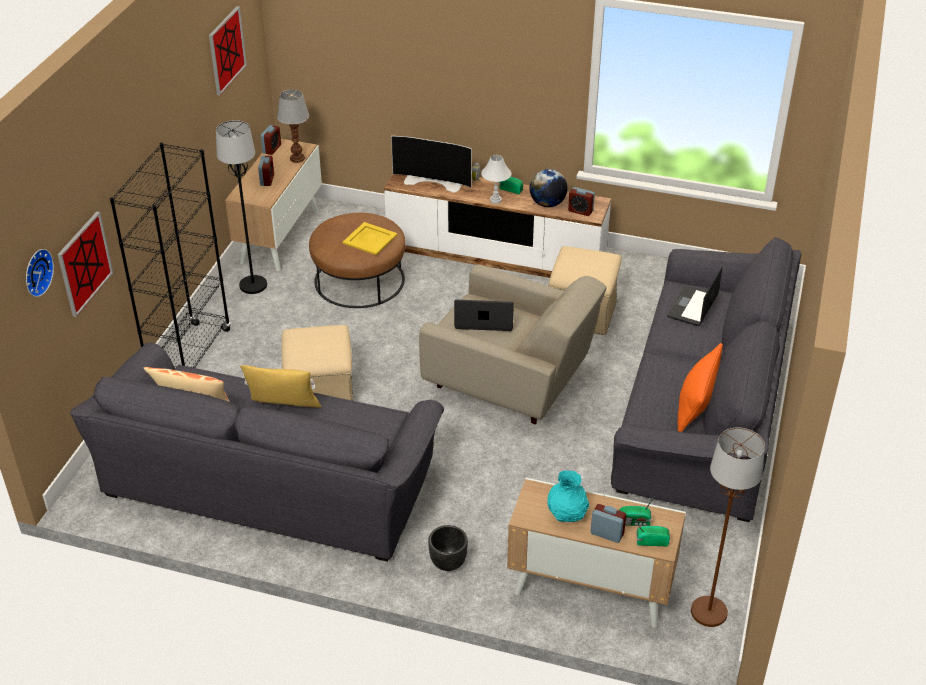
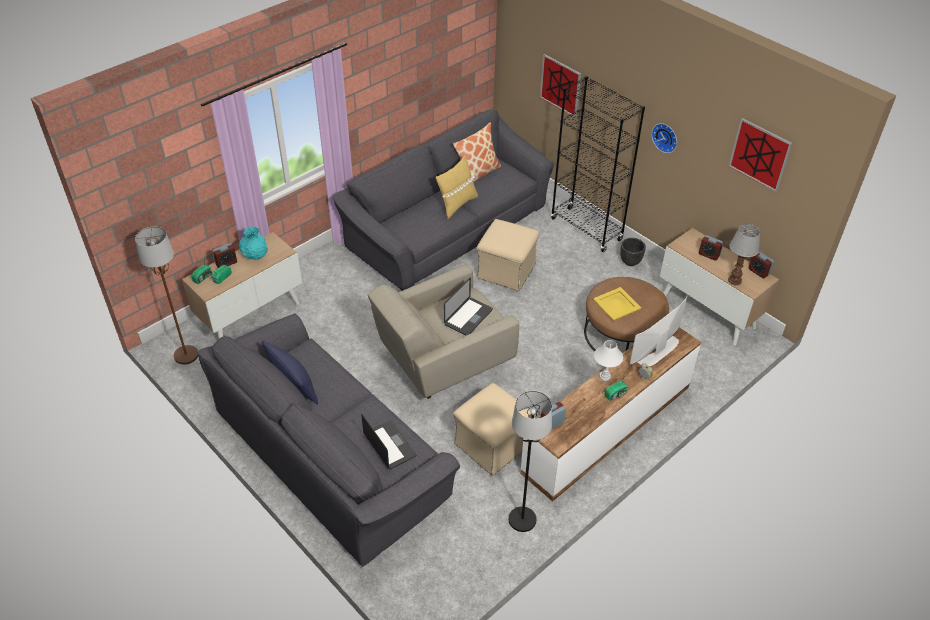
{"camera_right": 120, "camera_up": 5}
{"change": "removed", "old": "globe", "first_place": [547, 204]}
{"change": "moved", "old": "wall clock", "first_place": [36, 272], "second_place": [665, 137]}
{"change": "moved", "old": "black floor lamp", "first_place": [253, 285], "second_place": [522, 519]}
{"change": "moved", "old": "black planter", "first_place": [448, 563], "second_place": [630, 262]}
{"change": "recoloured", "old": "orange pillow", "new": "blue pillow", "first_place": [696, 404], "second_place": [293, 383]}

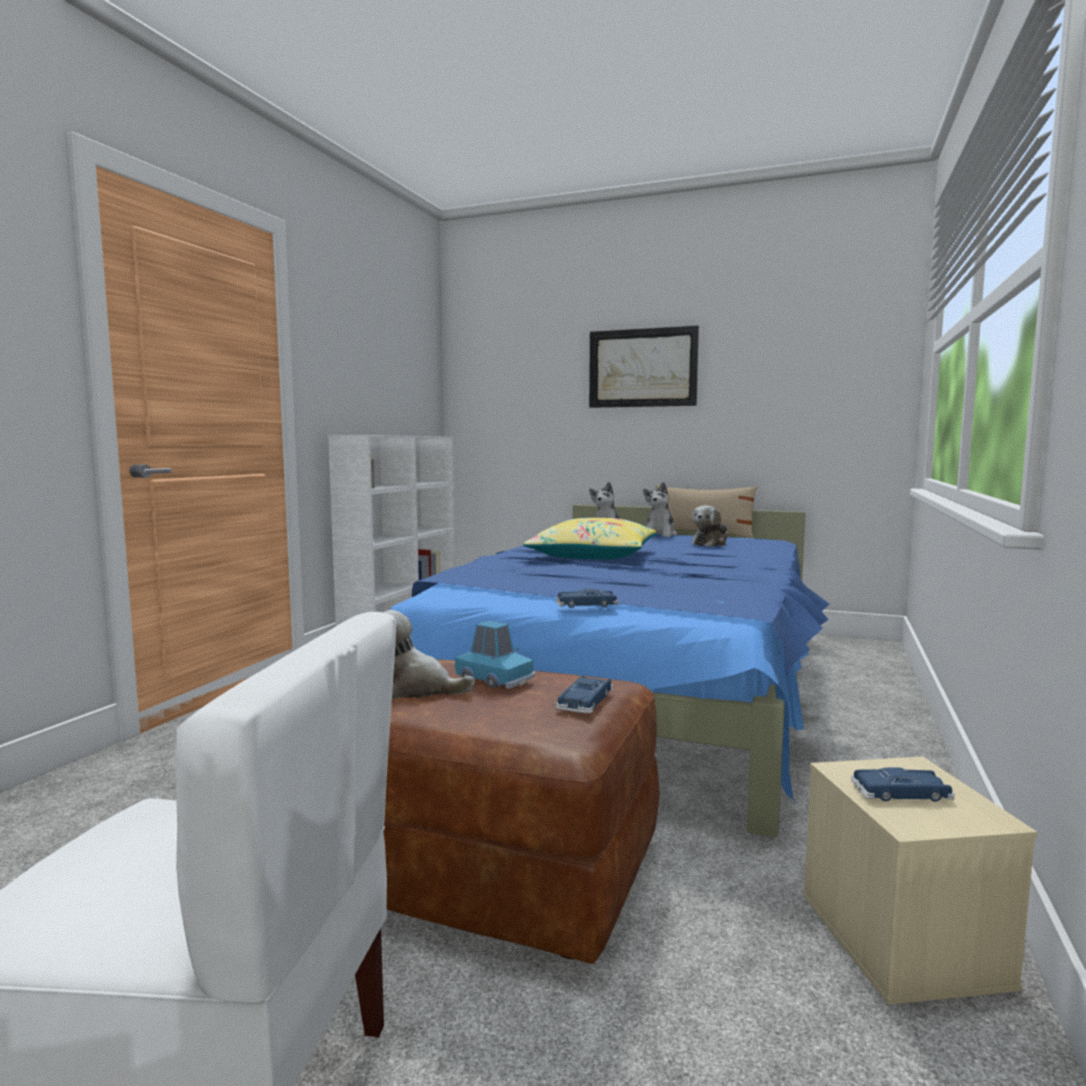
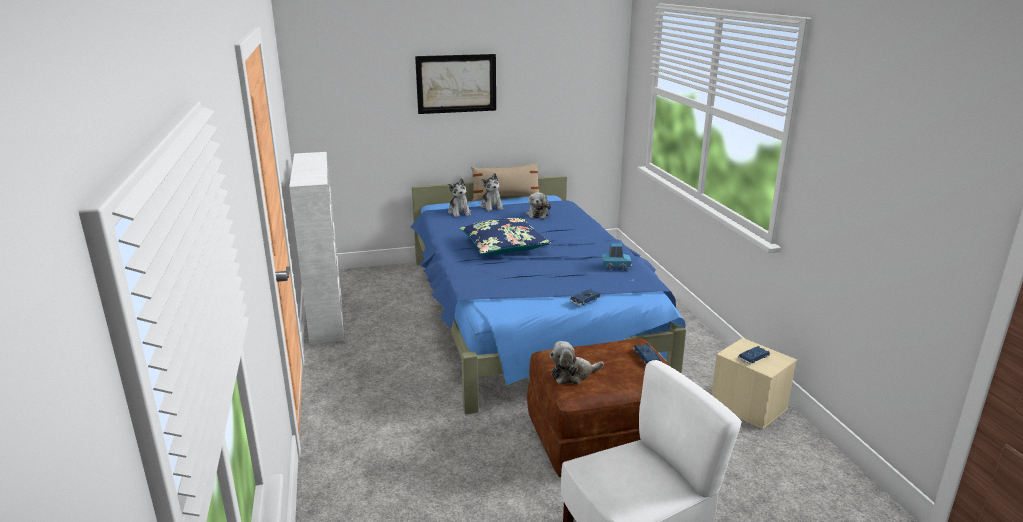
{"camera_right": -35, "camera_up": 15}
{"change": "moved", "old": "blue toy car", "first_place": [494, 679], "second_place": [616, 265]}
{"change": "recoloured", "old": "yellow pillow", "new": "blue pillow", "first_place": [593, 556], "second_place": [503, 246]}

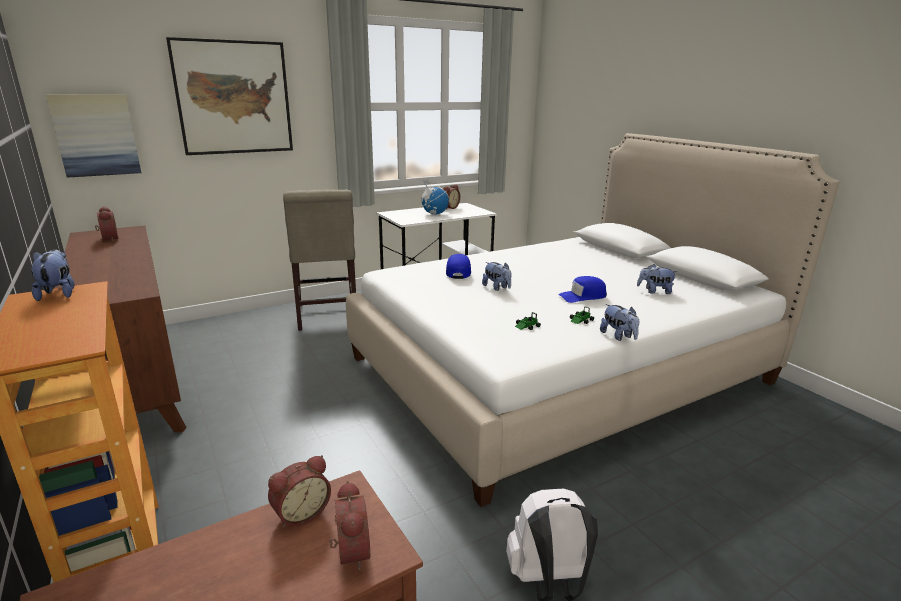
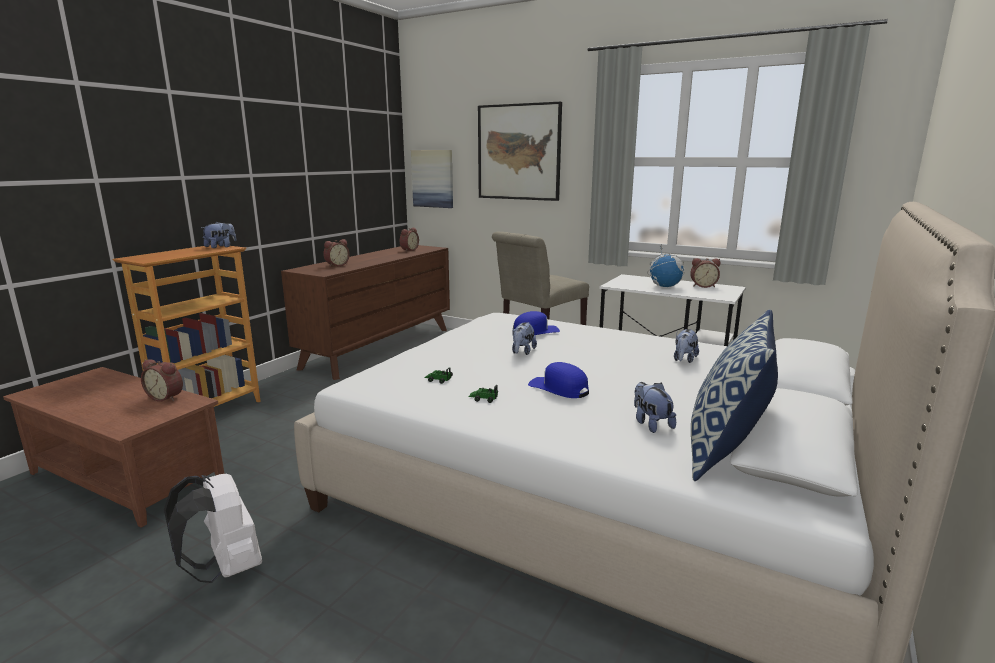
{"camera_right": 60, "camera_up": -5}
{"change": "added", "new": "pillow", "second_place": [725, 451]}
{"change": "moved", "old": "alarm clock", "first_place": [349, 552], "second_place": [336, 265]}
{"change": "moved", "old": "plush toy", "first_place": [618, 336], "second_place": [684, 360]}

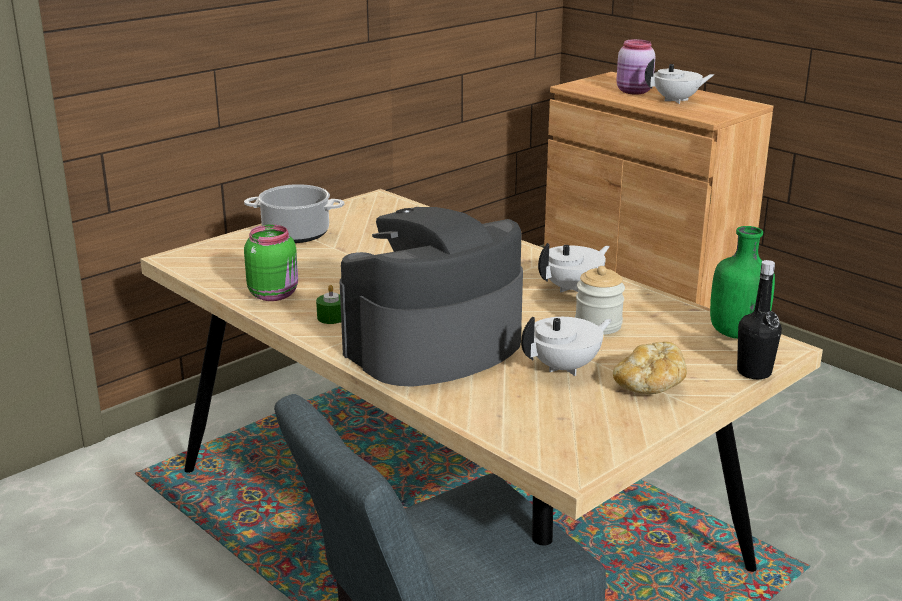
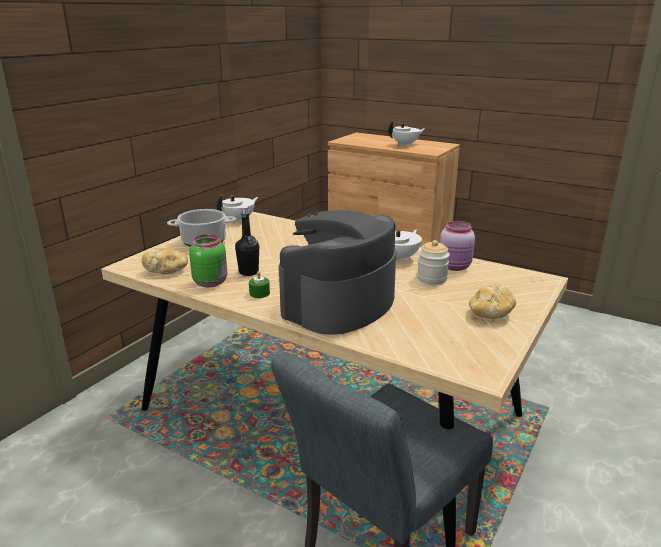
{"camera_right": -15, "camera_up": 0}
{"change": "removed", "old": "green bottle", "first_place": [736, 333]}
{"change": "added", "new": "bread", "second_place": [167, 270]}
{"change": "moved", "old": "white teapot", "first_place": [565, 367], "second_place": [239, 220]}
{"change": "moved", "old": "pink jar", "first_place": [634, 92], "second_place": [455, 267]}
{"change": "moved", "old": "black bottle", "first_place": [754, 372], "second_place": [248, 272]}

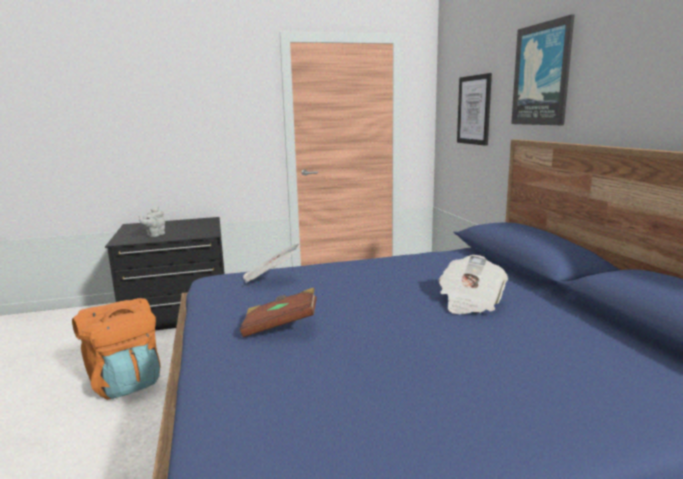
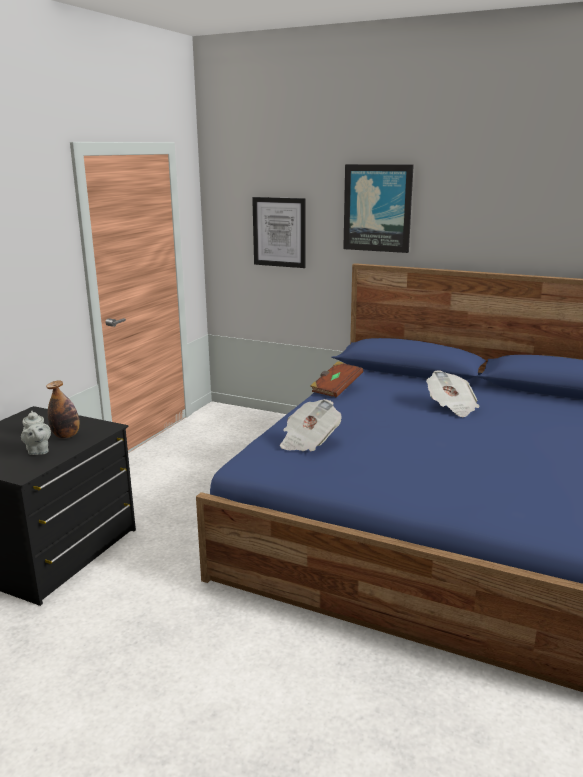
{"camera_right": -50, "camera_up": 5}
{"change": "removed", "old": "orange backpack", "first_place": [125, 382]}
{"change": "added", "new": "bottle", "second_place": [66, 436]}
{"change": "moved", "old": "brown book", "first_place": [280, 326], "second_place": [336, 389]}

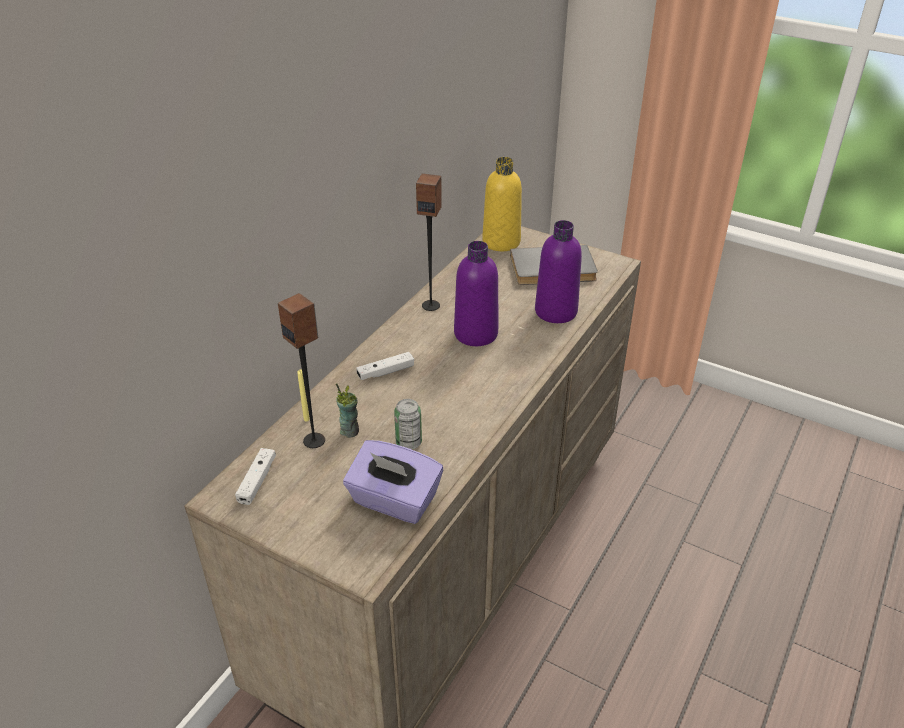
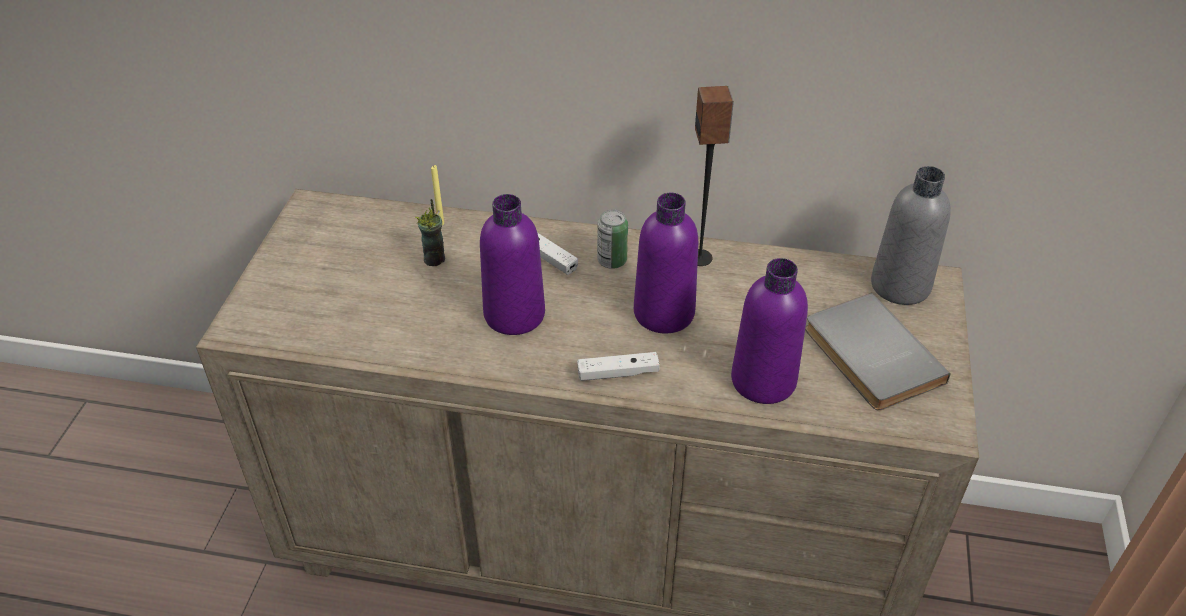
{"camera_right": 70, "camera_up": 5}
{"change": "removed", "old": "speaker", "first_place": [314, 440]}
{"change": "removed", "old": "purple tissue box", "first_place": [394, 501]}
{"change": "added", "new": "purple bottle", "second_place": [514, 314]}
{"change": "moved", "old": "white game controller", "first_place": [257, 481], "second_place": [618, 373]}
{"change": "moved", "old": "can", "first_place": [408, 442], "second_place": [612, 261]}
{"change": "recoloured", "old": "yellow bottle", "new": "grey bottle", "first_place": [501, 242], "second_place": [900, 285]}

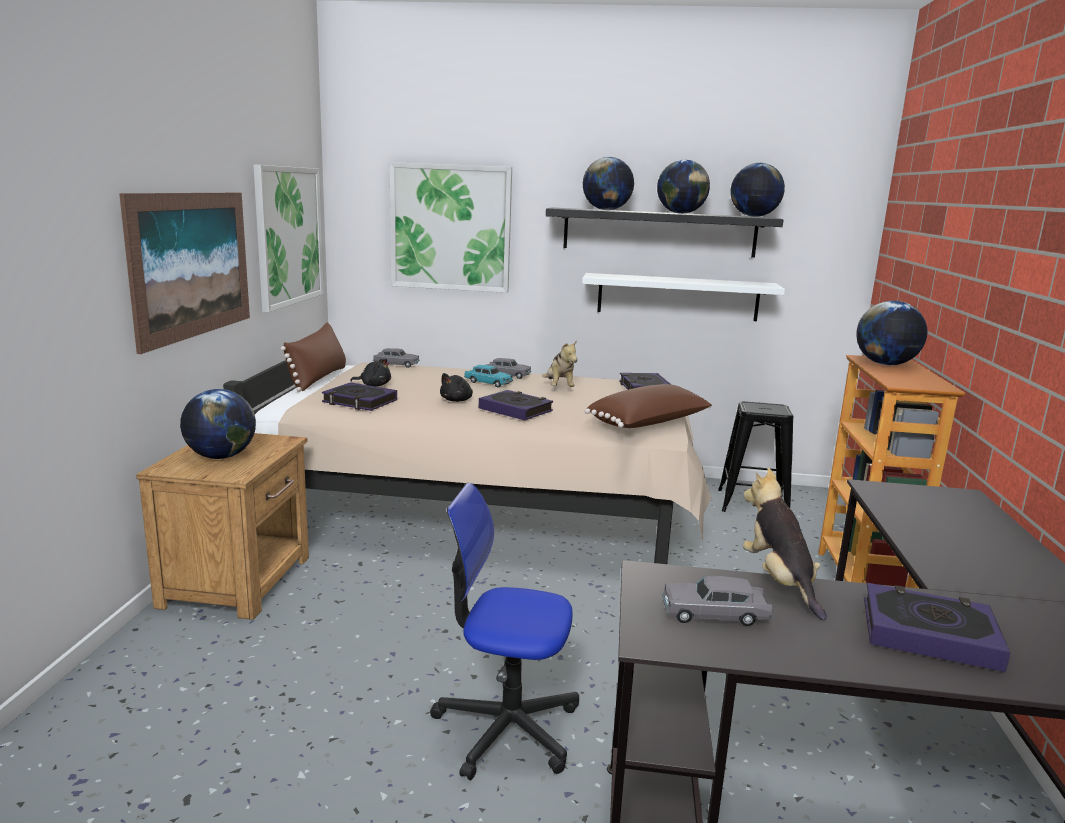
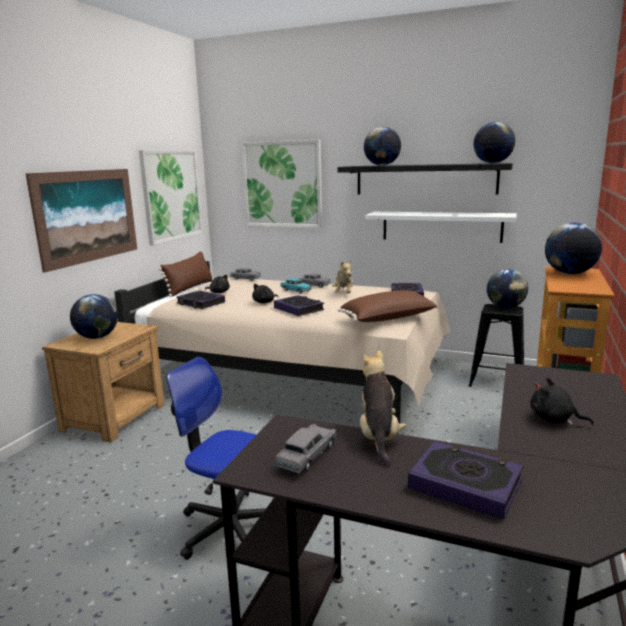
{"camera_right": 15, "camera_up": 0}
{"change": "added", "new": "black plush toy", "second_place": [554, 419]}
{"change": "moved", "old": "globe", "first_place": [680, 213], "second_place": [505, 307]}
{"change": "turned", "old": "grey toy car", "first_place": [714, 615], "second_place": [307, 457], "degrees": 105}

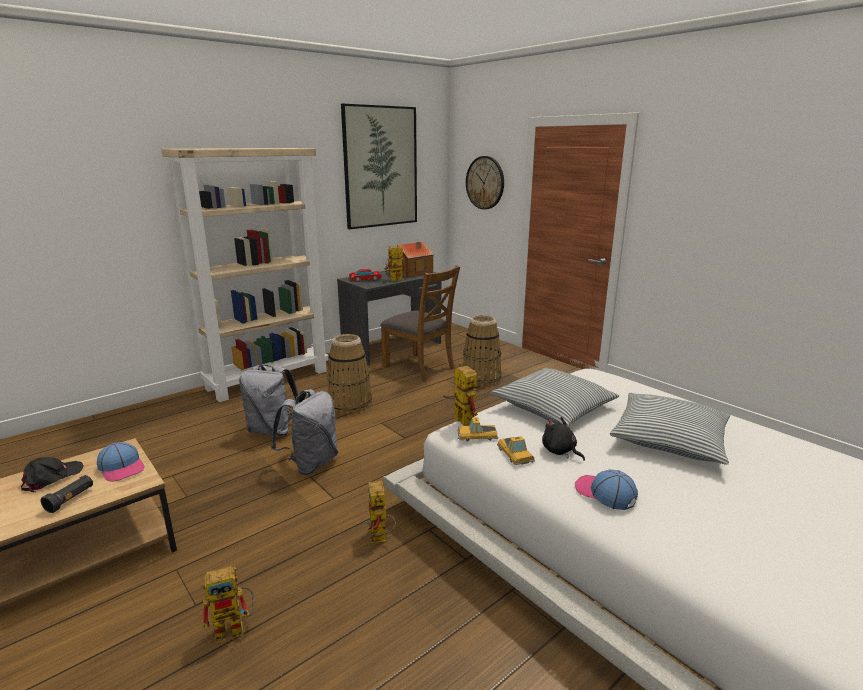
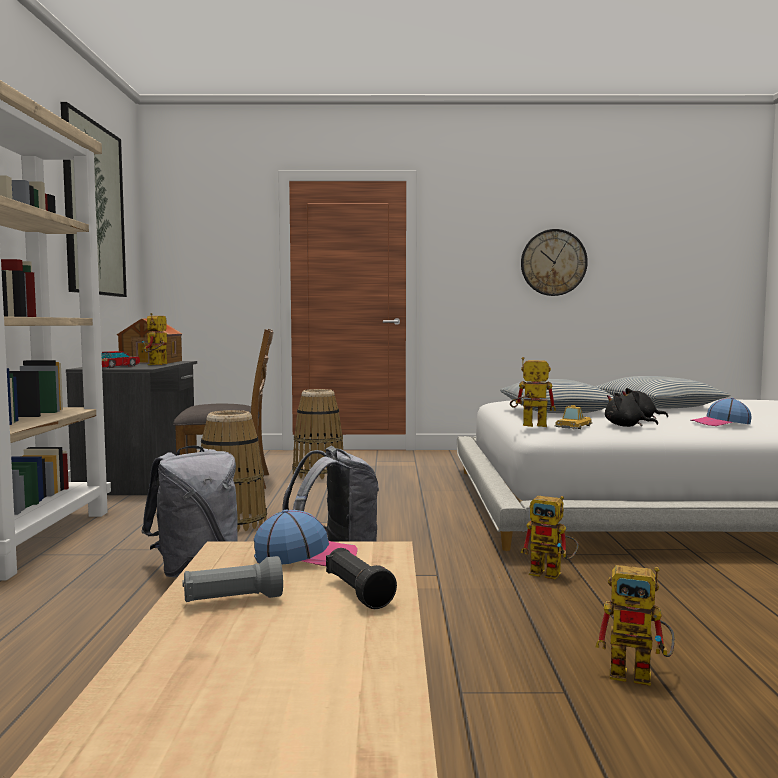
{"camera_right": -50, "camera_up": -15}
{"change": "moved", "old": "wall clock", "first_place": [485, 183], "second_place": [553, 262]}
{"change": "replaced", "old": "black cap", "new": "grey flashlight", "first_place": [51, 478], "second_place": [232, 600]}
{"change": "replaced", "old": "toy car", "new": "black plush toy", "first_place": [515, 454], "second_place": [626, 426]}
{"change": "turned", "old": "toy robot", "first_place": [235, 627], "second_place": [640, 675], "degrees": 90}

